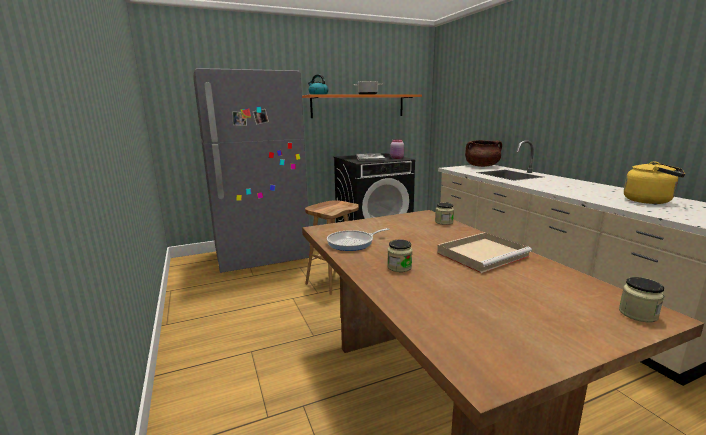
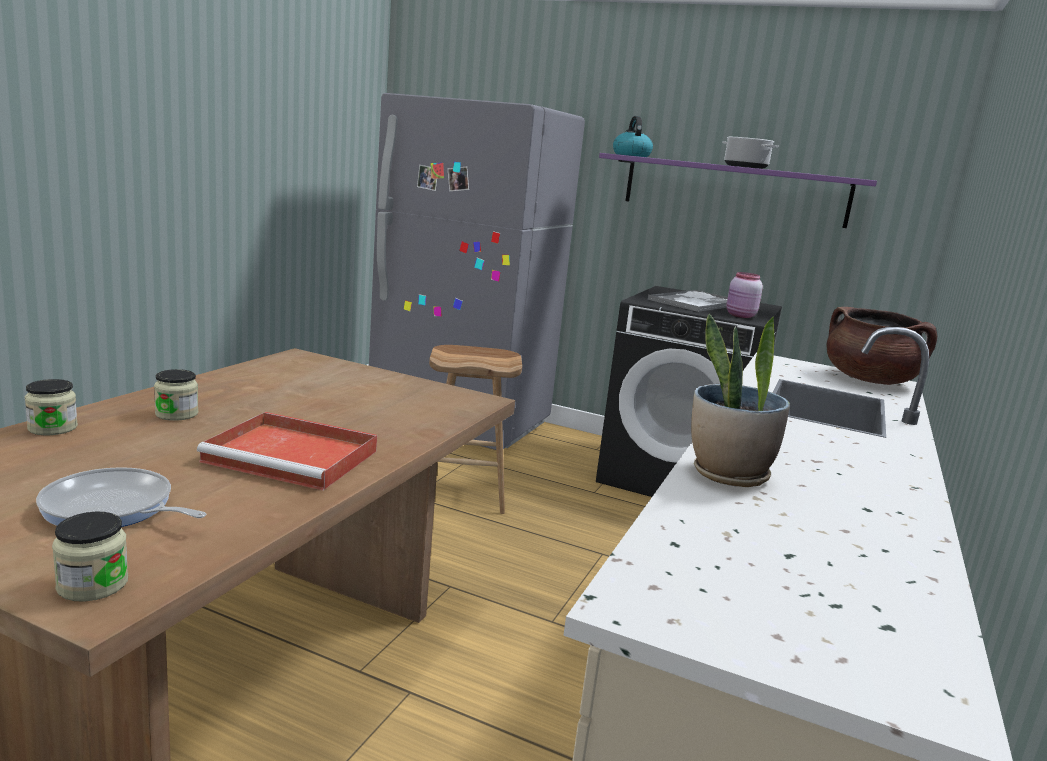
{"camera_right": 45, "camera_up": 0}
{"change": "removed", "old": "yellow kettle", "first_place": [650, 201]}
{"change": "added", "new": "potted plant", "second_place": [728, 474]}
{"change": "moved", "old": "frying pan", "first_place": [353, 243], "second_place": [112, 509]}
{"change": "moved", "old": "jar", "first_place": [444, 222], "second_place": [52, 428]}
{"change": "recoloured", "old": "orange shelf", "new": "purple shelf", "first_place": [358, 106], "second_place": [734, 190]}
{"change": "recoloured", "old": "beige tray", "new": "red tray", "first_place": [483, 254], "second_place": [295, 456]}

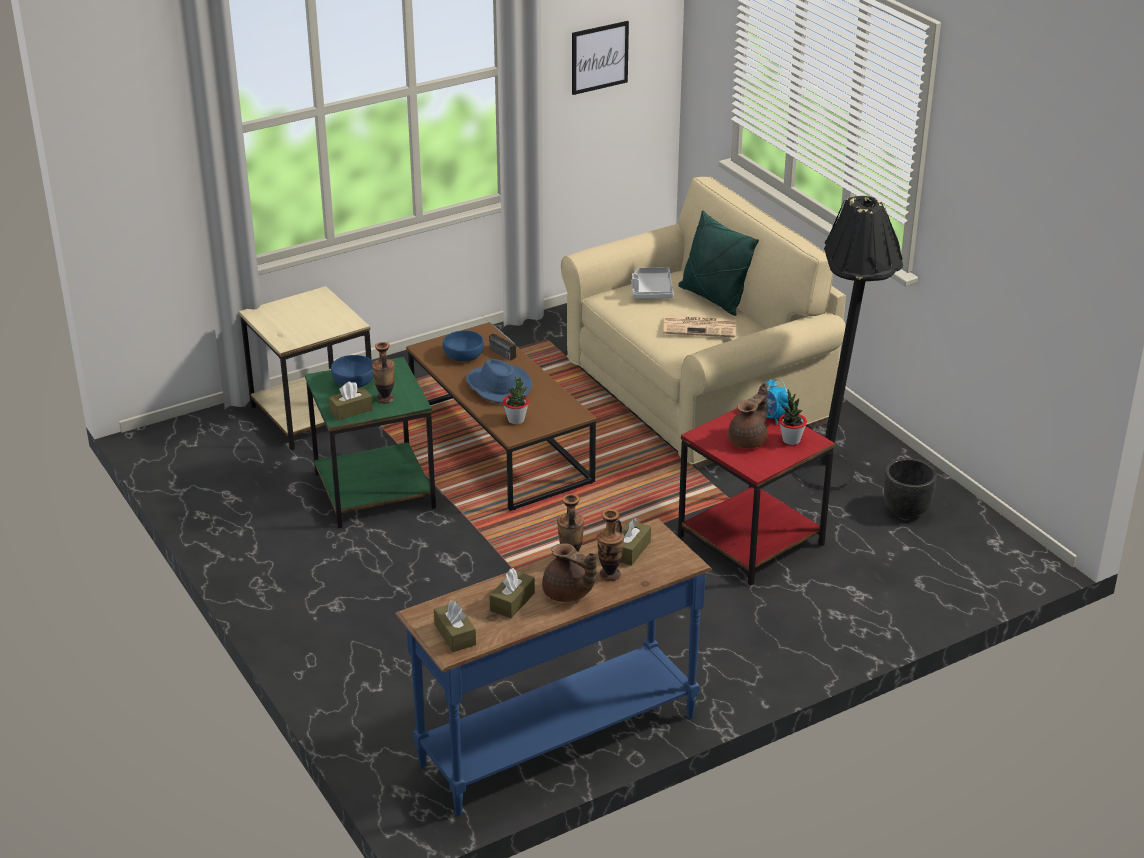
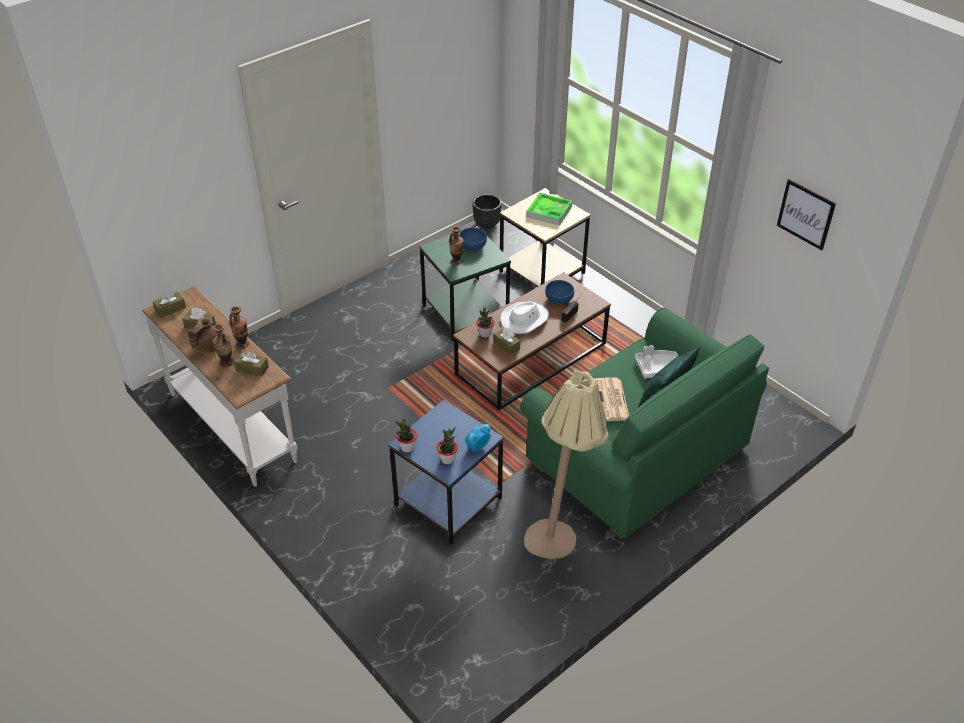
{"camera_right": 80, "camera_up": 10}
{"change": "removed", "old": "brown teapot", "first_place": [749, 440]}
{"change": "added", "new": "potted plant", "second_place": [407, 447]}
{"change": "added", "new": "tray", "second_place": [549, 211]}
{"change": "moved", "old": "brown tissue box", "first_place": [351, 410], "second_place": [506, 345]}
{"change": "moved", "old": "black planter", "first_place": [905, 510], "second_place": [486, 224]}
{"change": "recoloured", "old": "blue console table", "new": "white console table", "first_place": [557, 738], "second_place": [234, 426]}
{"change": "recoloured", "old": "blue hat", "new": "white hat", "first_place": [497, 386], "second_place": [524, 319]}
{"change": "recoloured", "old": "beige sofa", "new": "green sofa", "first_place": [697, 393], "second_place": [636, 454]}
{"change": "recoloured", "old": "red side table", "new": "blue side table", "first_place": [753, 540], "second_place": [448, 502]}
{"change": "recoloured", "old": "black floor lamp", "new": "beige floor lamp", "first_place": [836, 467], "second_place": [558, 548]}

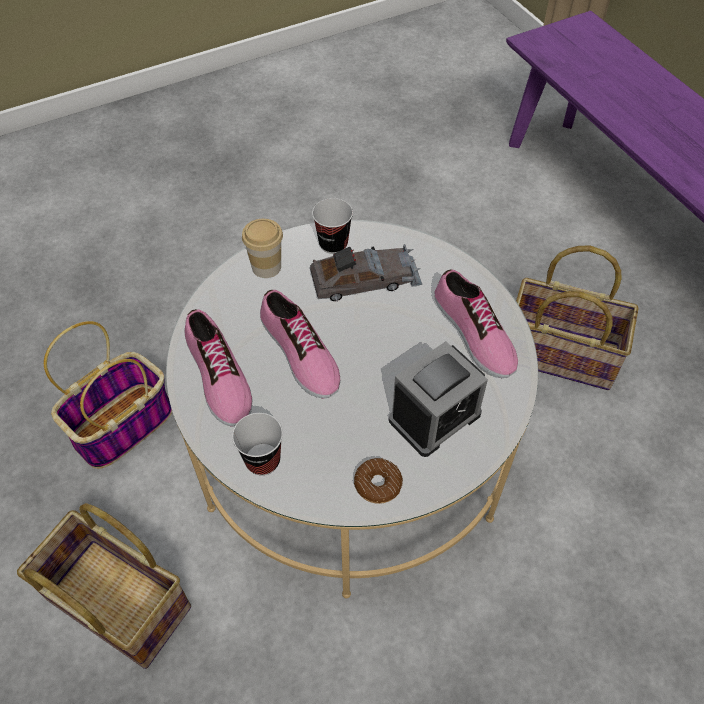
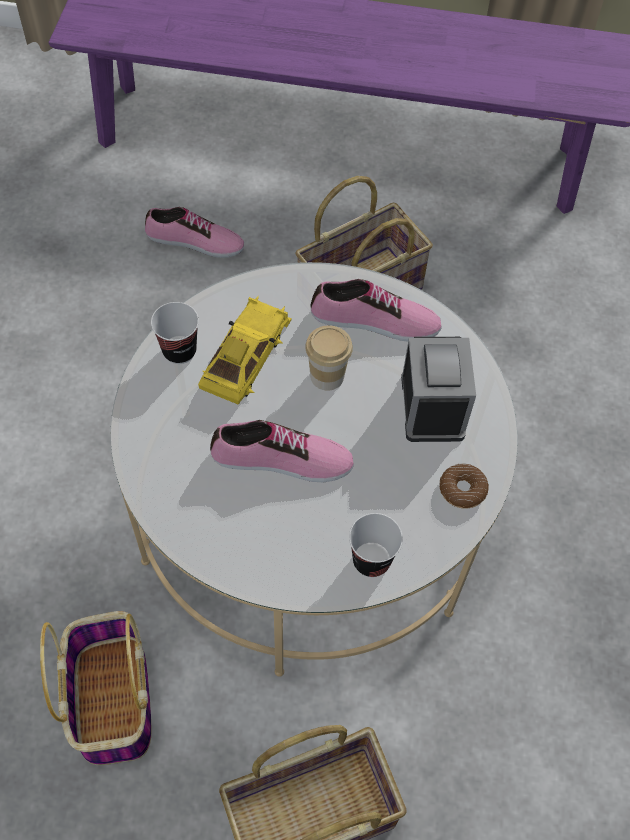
{"camera_right": -55, "camera_up": 5}
{"change": "moved", "old": "shoe", "first_place": [217, 377], "second_place": [195, 242]}
{"change": "moved", "old": "cup", "first_place": [266, 267], "second_place": [327, 376]}
{"change": "recoloured", "old": "grey toy car", "new": "yellow toy car", "first_place": [366, 280], "second_place": [247, 355]}

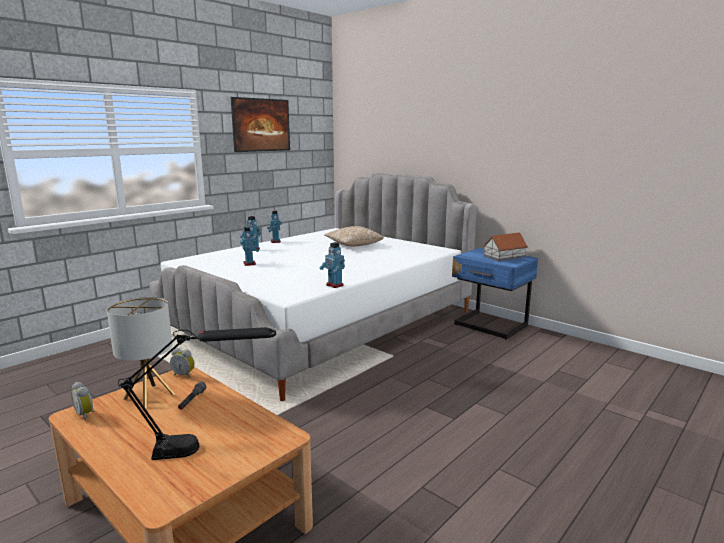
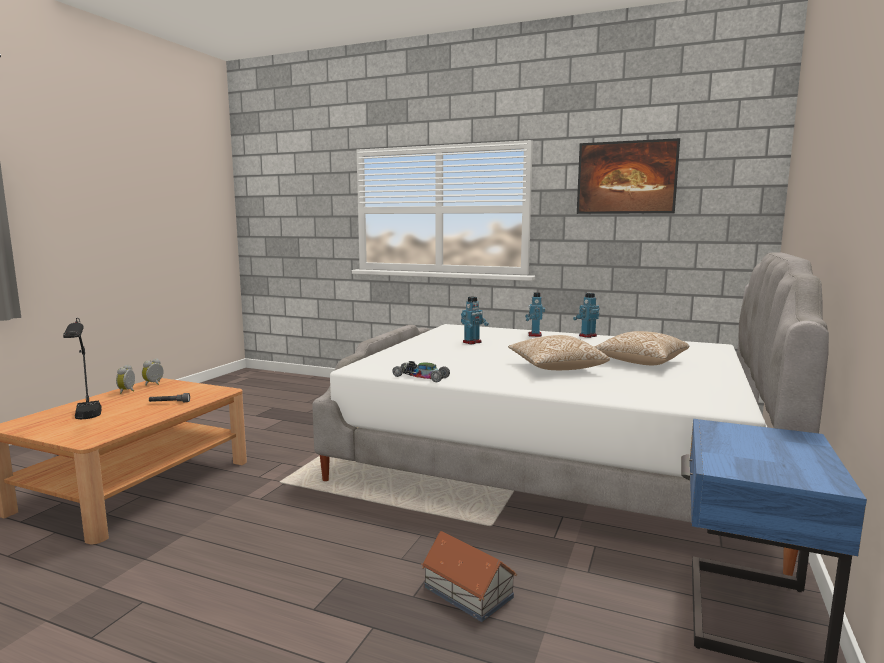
{"camera_right": 70, "camera_up": -5}
{"change": "removed", "old": "table lamp", "first_place": [149, 396]}
{"change": "added", "new": "pillow", "second_place": [555, 368]}
{"change": "moved", "old": "alarm clock", "first_place": [184, 375], "second_place": [128, 391]}
{"change": "moved", "old": "toy house", "first_place": [505, 257], "second_place": [468, 592]}
{"change": "replaced", "old": "toy robot", "new": "toy car", "first_place": [334, 285], "second_place": [420, 377]}

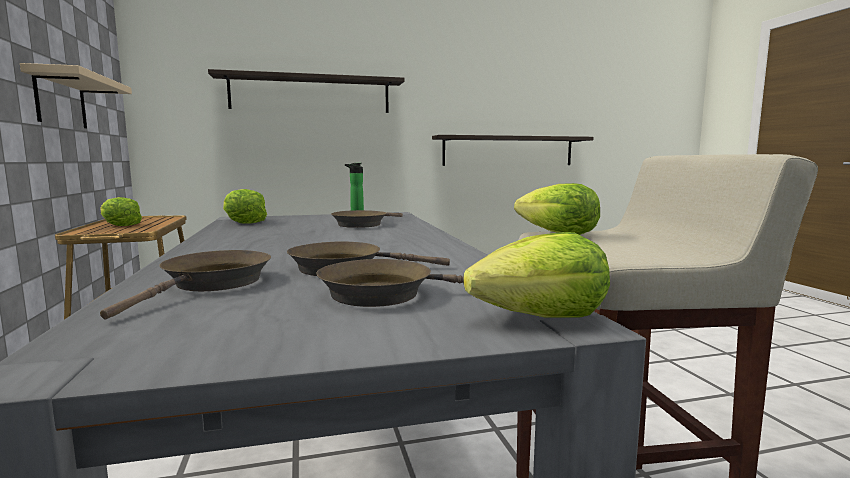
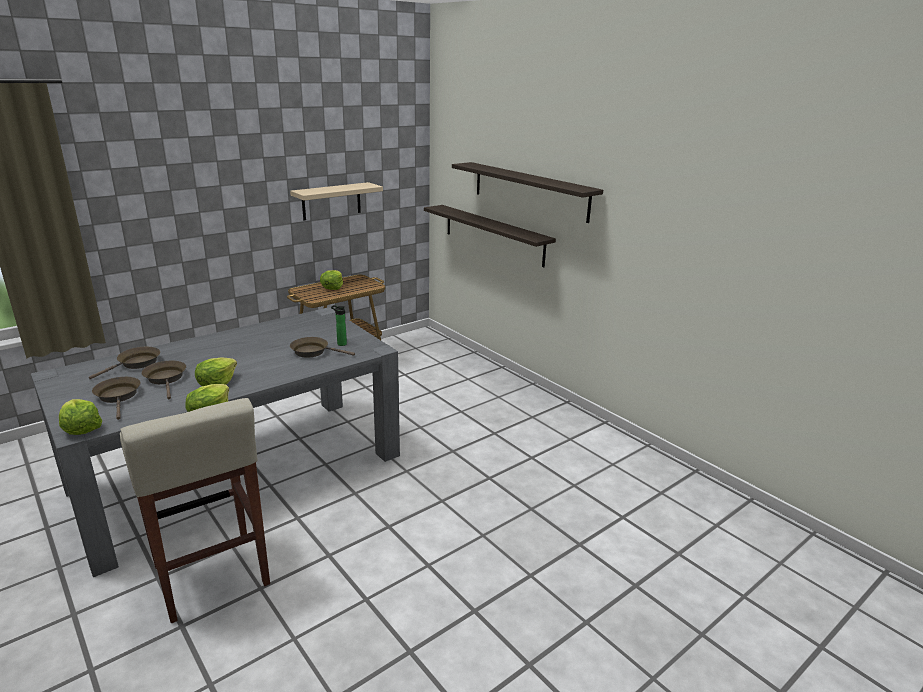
{"camera_right": 65, "camera_up": 15}
{"change": "moved", "old": "lettuce", "first_place": [243, 222], "second_place": [217, 383]}
{"change": "moved", "old": "shelf", "first_place": [508, 151], "second_place": [493, 234]}
{"change": "turned", "old": "brown frying pan", "first_place": [212, 284], "second_place": [136, 364], "degrees": -45}

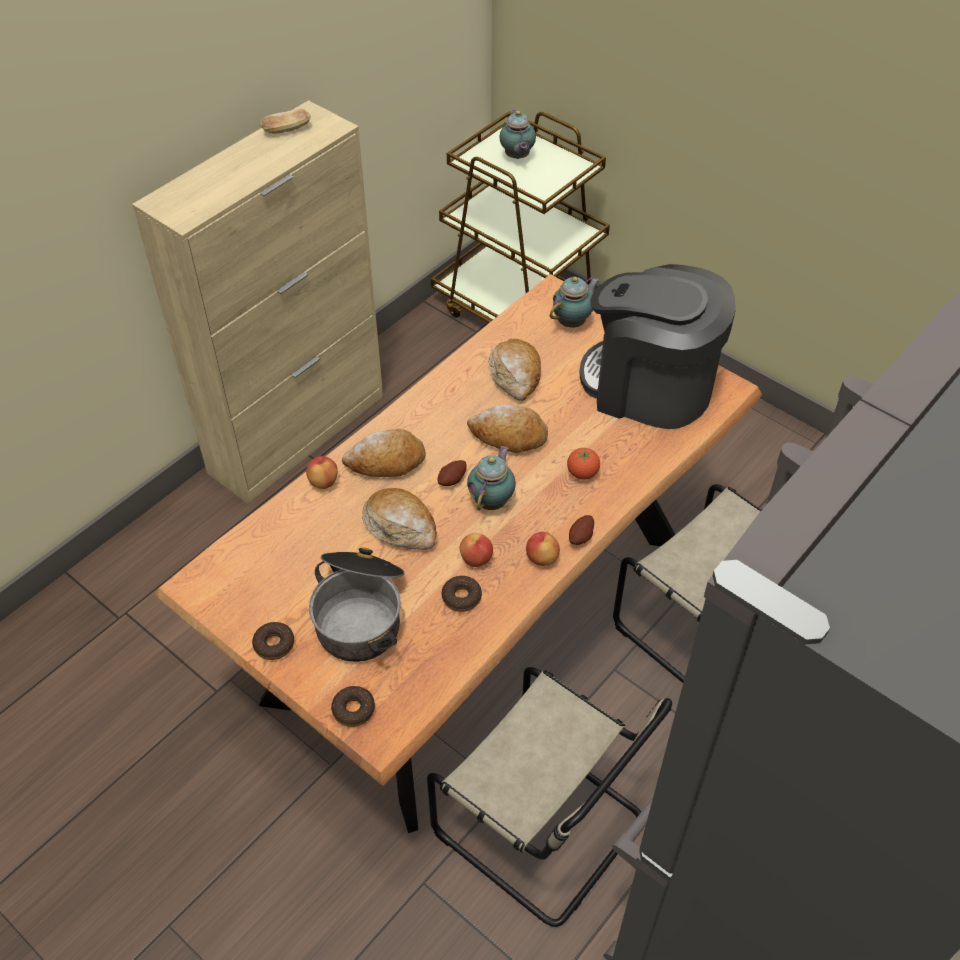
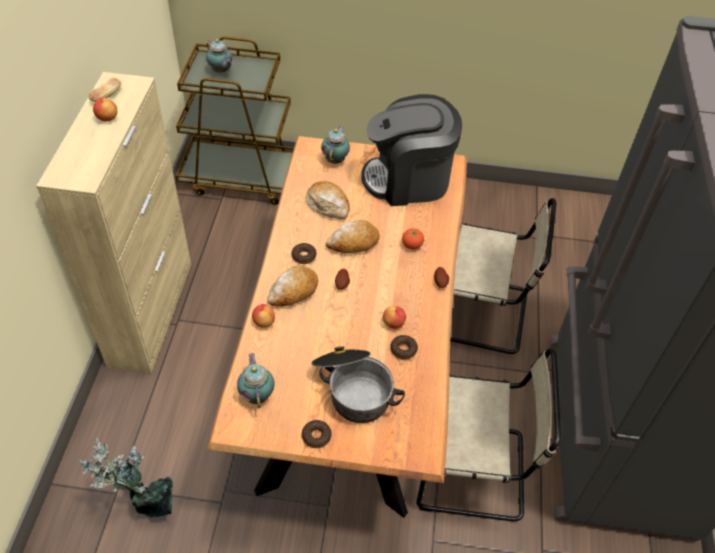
{"camera_right": -35, "camera_up": 0}
{"change": "removed", "old": "bread", "first_place": [401, 527]}
{"change": "added", "new": "potted plant", "second_place": [142, 501]}
{"change": "moved", "old": "donut", "first_place": [353, 709], "second_place": [304, 256]}
{"change": "moved", "old": "teapot", "first_place": [492, 500], "second_place": [257, 394]}
{"change": "moved", "old": "apple", "first_place": [542, 558], "second_place": [107, 118]}

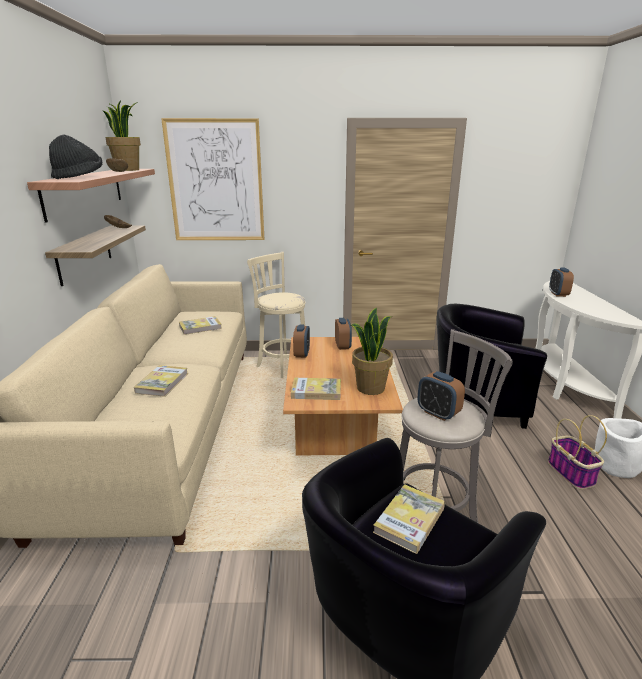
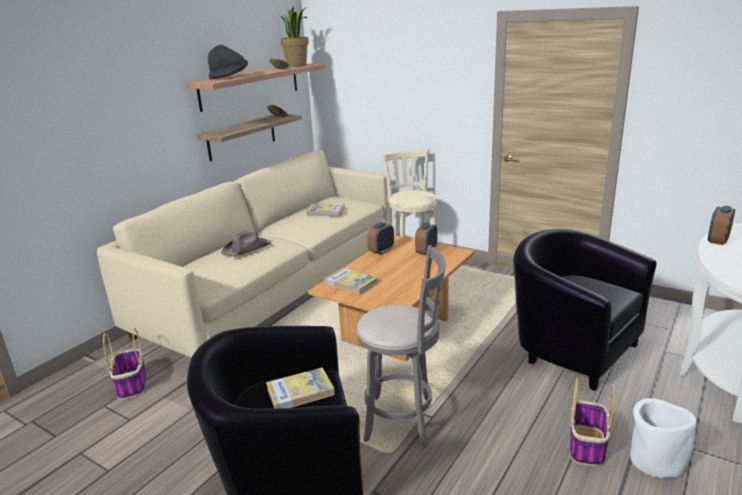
{"camera_right": 35, "camera_up": 0}
{"change": "removed", "old": "picture", "first_place": [216, 181]}
{"change": "removed", "old": "potted plant", "first_place": [370, 388]}
{"change": "removed", "old": "alarm clock", "first_place": [438, 413]}
{"change": "added", "new": "basket", "second_place": [132, 385]}
{"change": "replaced", "old": "book", "new": "brown hat", "first_place": [162, 383], "second_place": [247, 249]}

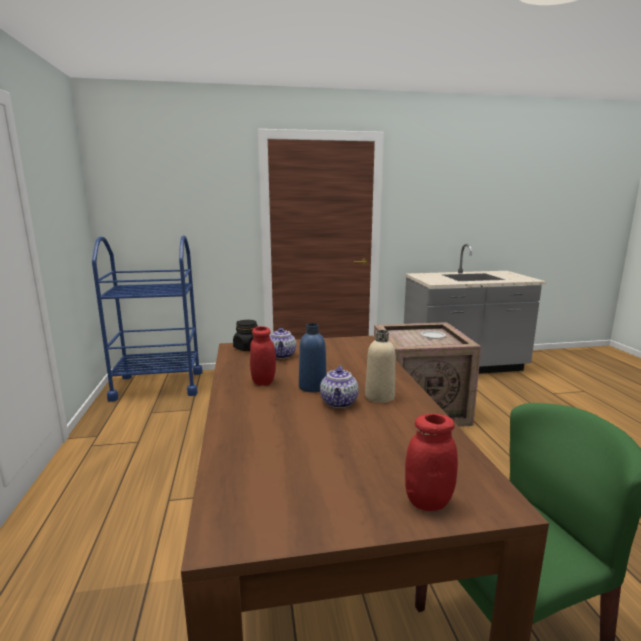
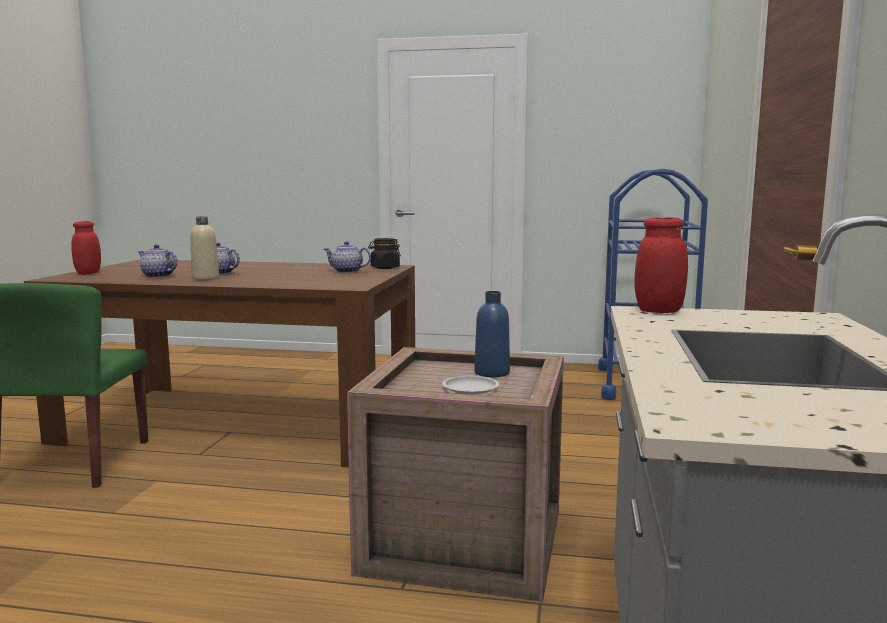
{"camera_right": 110, "camera_up": -5}
{"change": "added", "new": "teapot", "second_place": [157, 276]}
{"change": "moved", "old": "red jar", "first_place": [263, 381], "second_place": [658, 311]}
{"change": "moved", "old": "blue bottle", "first_place": [312, 387], "second_place": [492, 373]}

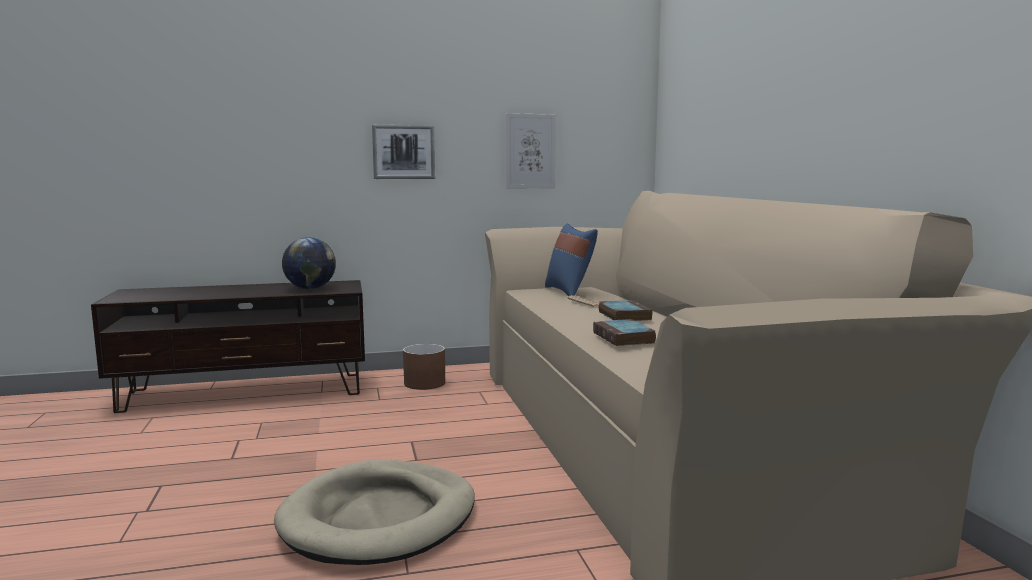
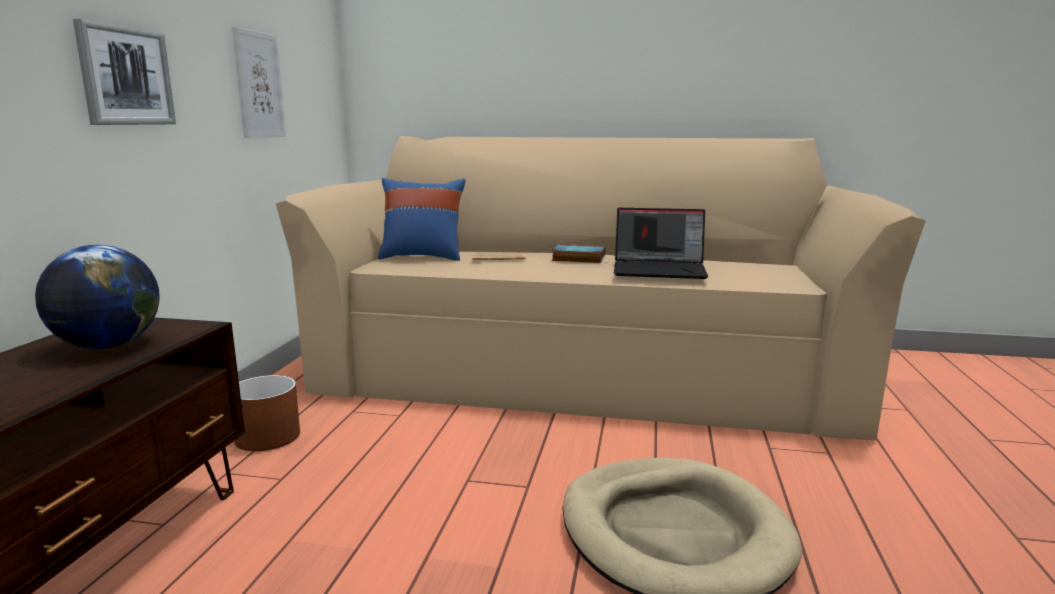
{"camera_right": -65, "camera_up": 5}
{"change": "replaced", "old": "book", "new": "laptop", "first_place": [624, 338], "second_place": [660, 270]}

